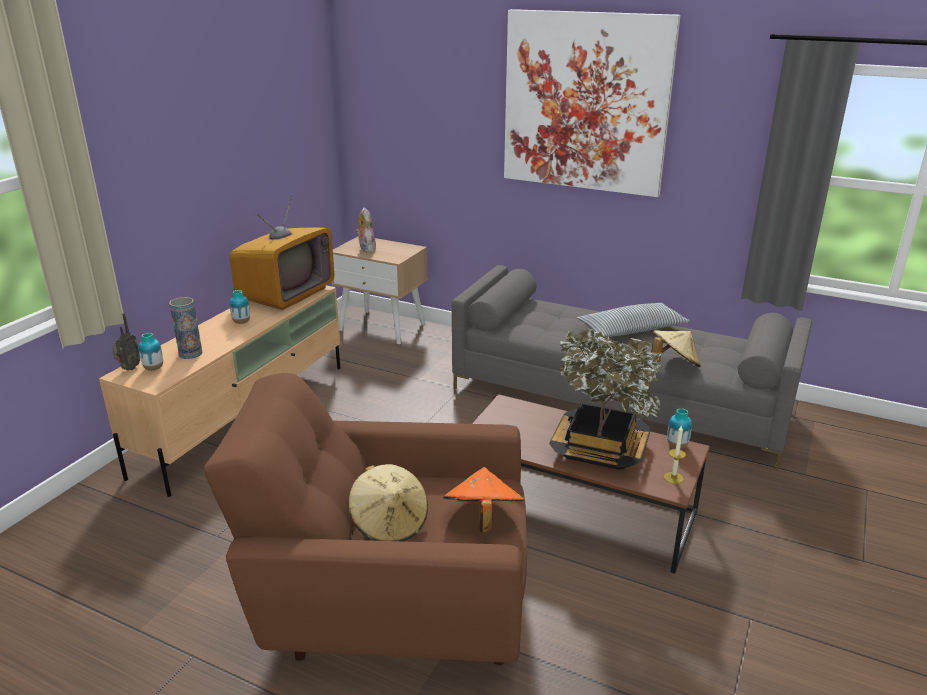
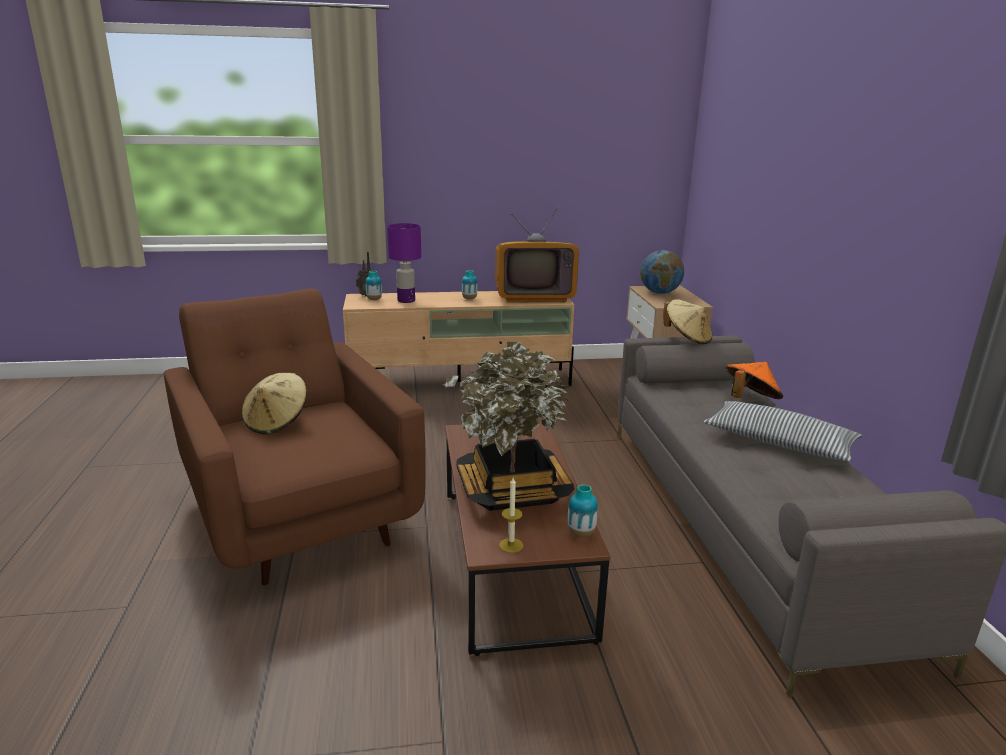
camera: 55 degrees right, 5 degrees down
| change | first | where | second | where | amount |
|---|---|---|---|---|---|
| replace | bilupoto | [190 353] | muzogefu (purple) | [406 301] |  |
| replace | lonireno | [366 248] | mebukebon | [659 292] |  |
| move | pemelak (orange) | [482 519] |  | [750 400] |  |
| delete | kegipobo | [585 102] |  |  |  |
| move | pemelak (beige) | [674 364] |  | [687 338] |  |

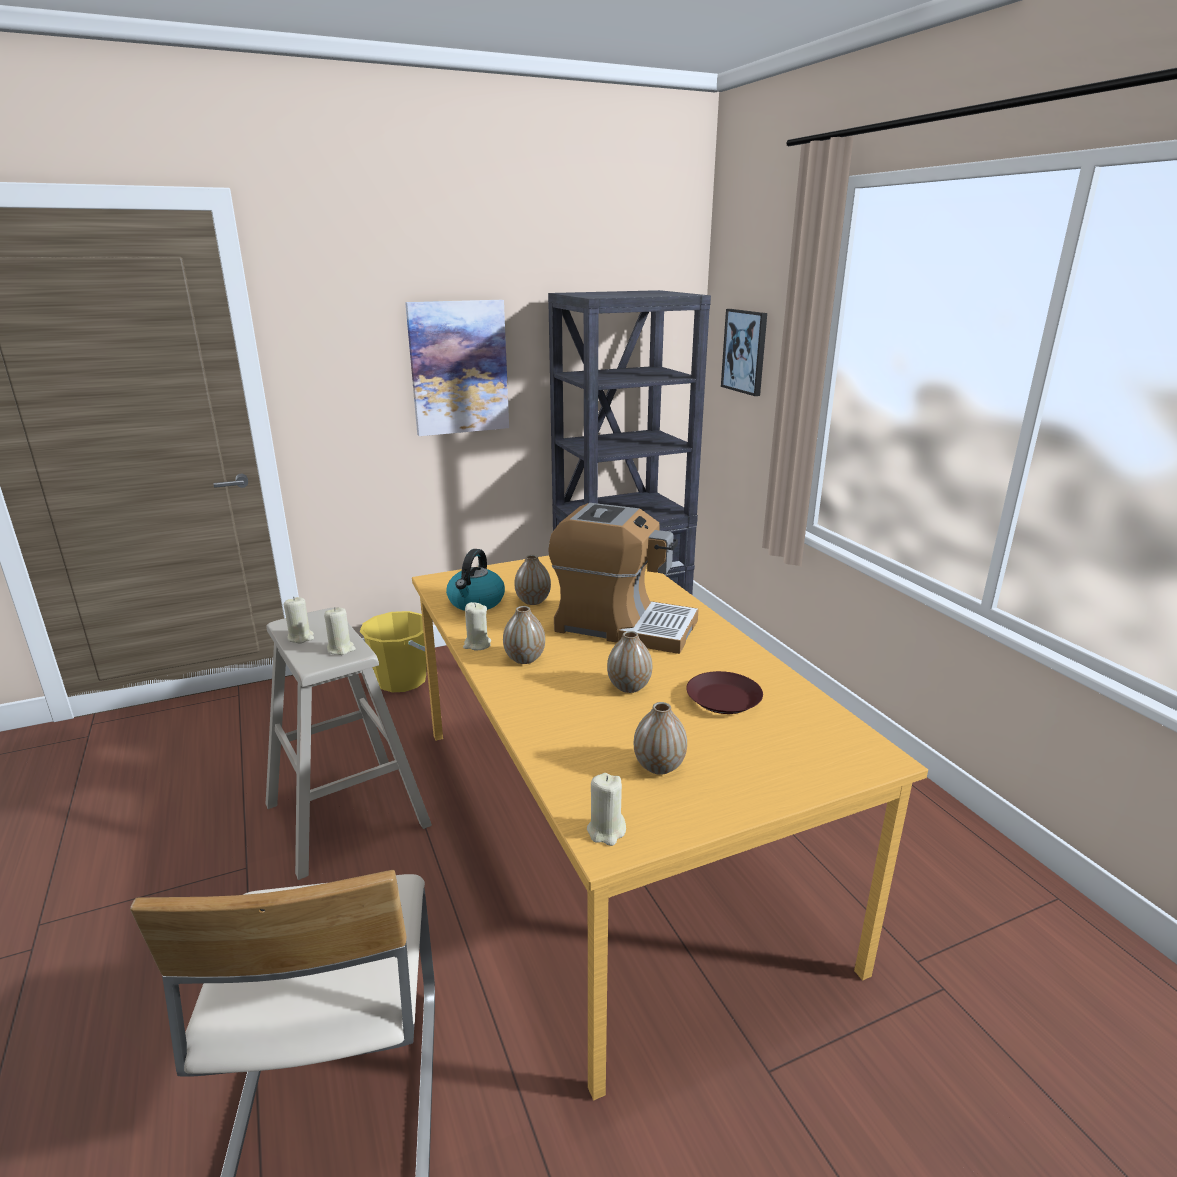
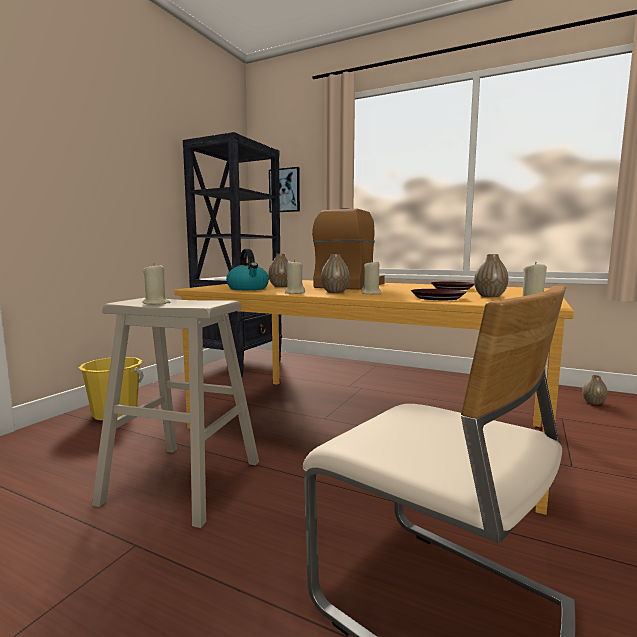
camera: 40 degrees left, 15 degrees down
| change | first | where | second | where | amount |
|---|---|---|---|---|---|
| move | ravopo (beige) | [341 649] |  | [371 293] |  |
| delete | kegipobo | [458 367] |  |  |  |
| rotate | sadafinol | [623 626] |  | [350 286] | 45 degrees counterclockwise |
| move | bilupoto | [629 687] |  | [593 403] |  |
| insert |  |  | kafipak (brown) | [438 298] |  |

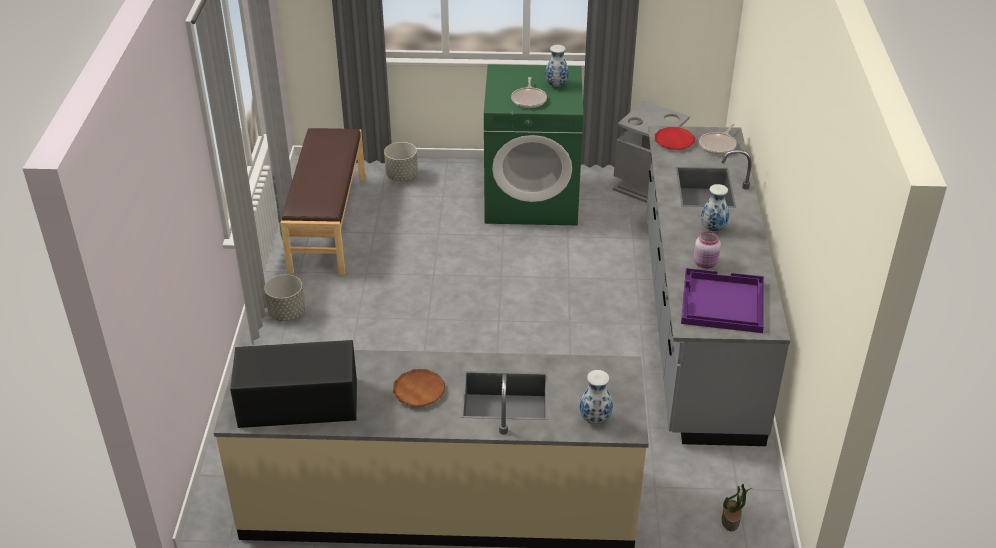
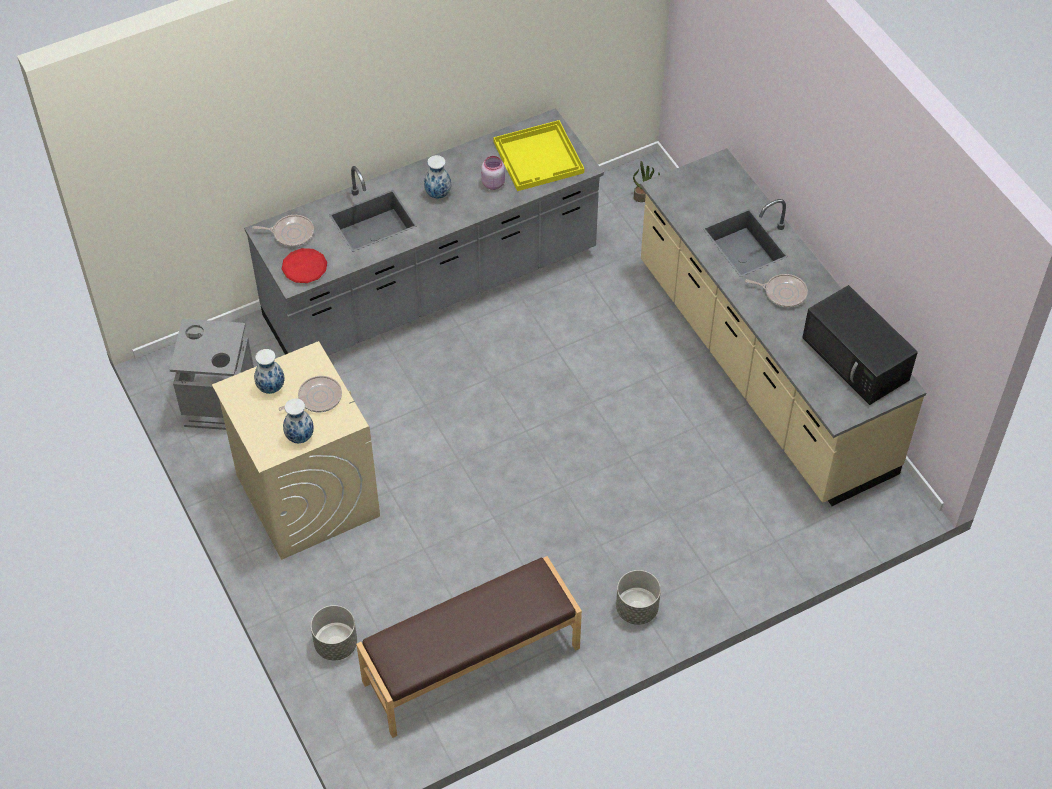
camera: 120 degrees left, 15 degrees up
| change | first | where | second | where | amount |
|---|---|---|---|---|---|
| replace | kafipak (brown) | [419 391] | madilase | [783 293] |  |
| recolor | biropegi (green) | [532 199] | biropegi (beige) | [306 495] |  |
| move | bilupoto | [595 419] |  | [300 436] |  |
| recolor | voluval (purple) | [721 303] | voluval (yellow) | [539 157] |  |

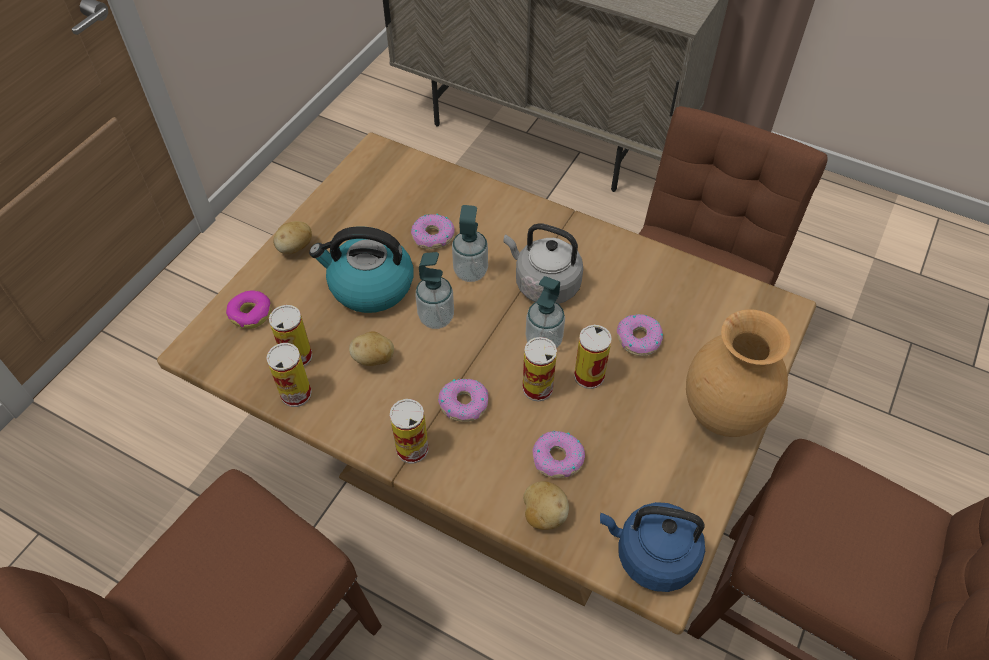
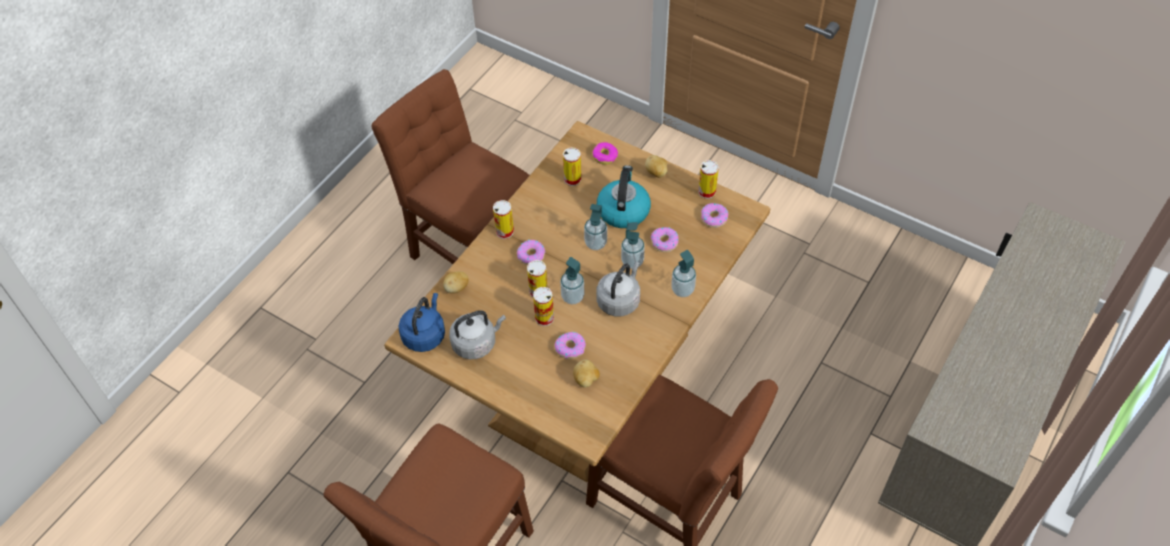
camera: 95 degrees right, 0 degrees up
| change | first | where | second | where | amount |
|---|---|---|---|---|---|
| move | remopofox | [296 394] |  | [707 192] |  |
| move | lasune | [374 359] |  | [586 380] |  |
| move | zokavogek | [557 459] |  | [714 218] |  |
| delete | bilupoto (brown) | [721 417] |  |  |  |
| insert |  |  | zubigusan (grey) | [476 343] |  |
| insert |  |  | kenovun | [682 290] |  |

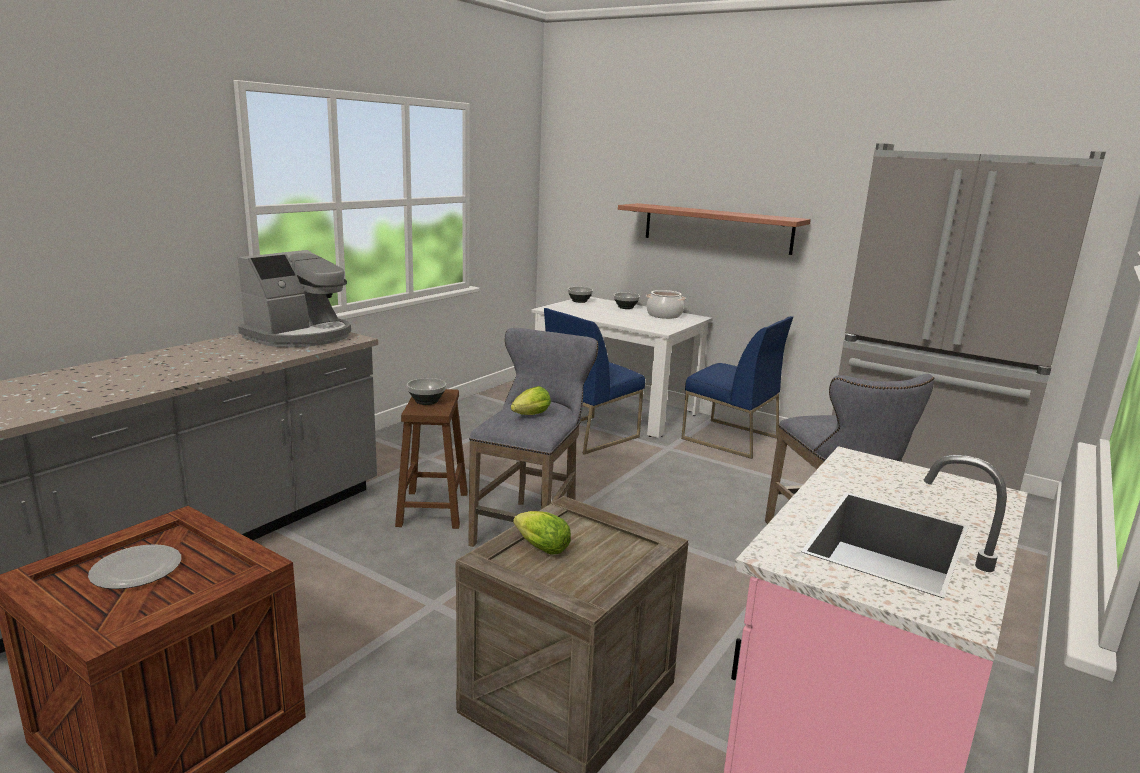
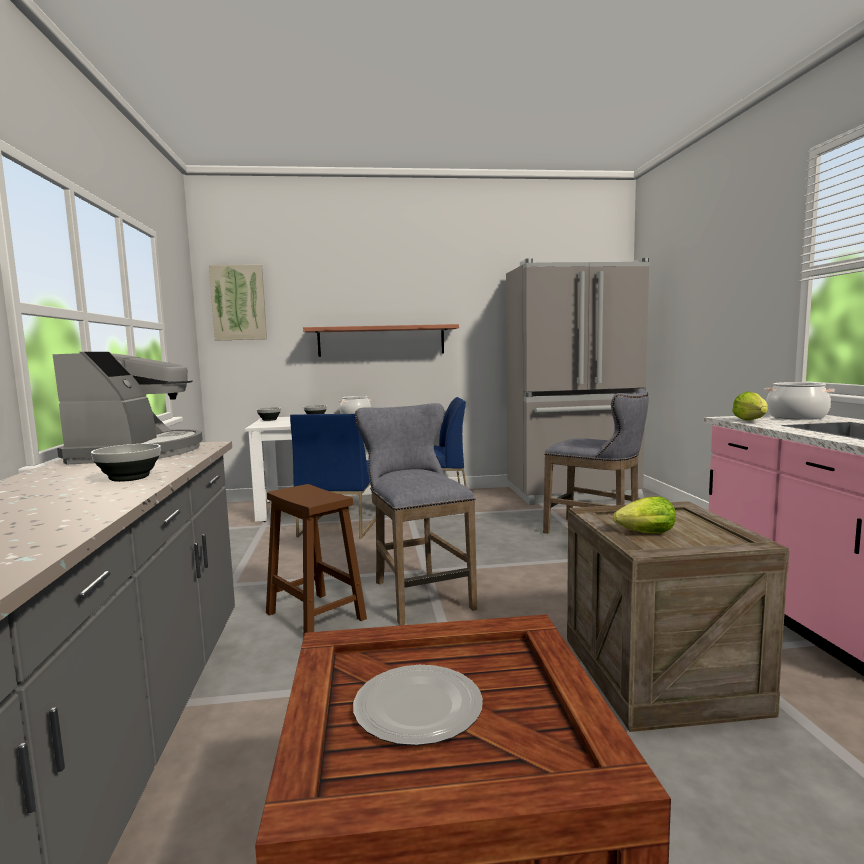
camera: 40 degrees left, 10 degrees down
| change | first | where | second | where | amount |
|---|---|---|---|---|---|
| move | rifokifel | [426 401] |  | [128 478] |  |
| move | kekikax | [529 416] |  | [752 421] |  |
| insert |  |  | kegipobo | [238 303] |  |
| insert |  |  | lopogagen | [796 417] |  |

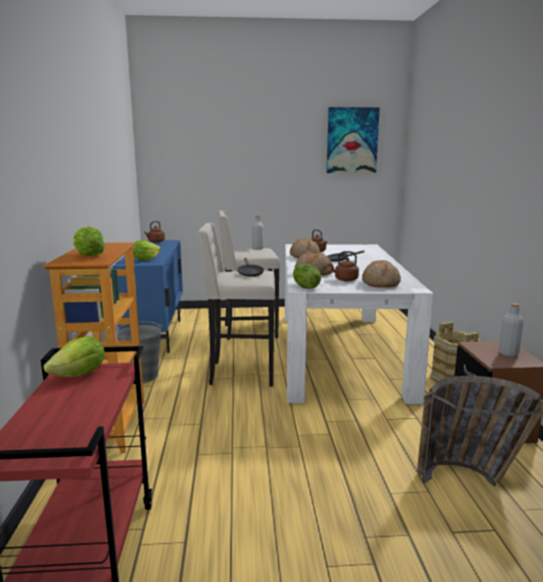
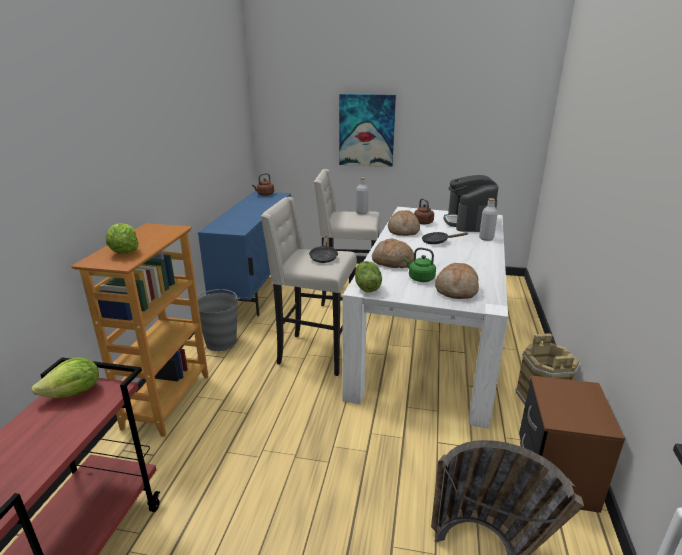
camera: 15 degrees right, 10 degrees up
| change | first | where | second | where | amount |
|---|---|---|---|---|---|
| delete | kekikax | [145 259] |  |  |  |
| move | kegipobo | [352 140] |  | [366 130] |  |
| recolor | zubigusan (brown) | [344 280] | zubigusan (green) | [420 278] |  |
| move | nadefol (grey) | [508 353] |  | [486 238] |  |
| insert |  |  | sadafinol | [469 222] |  |

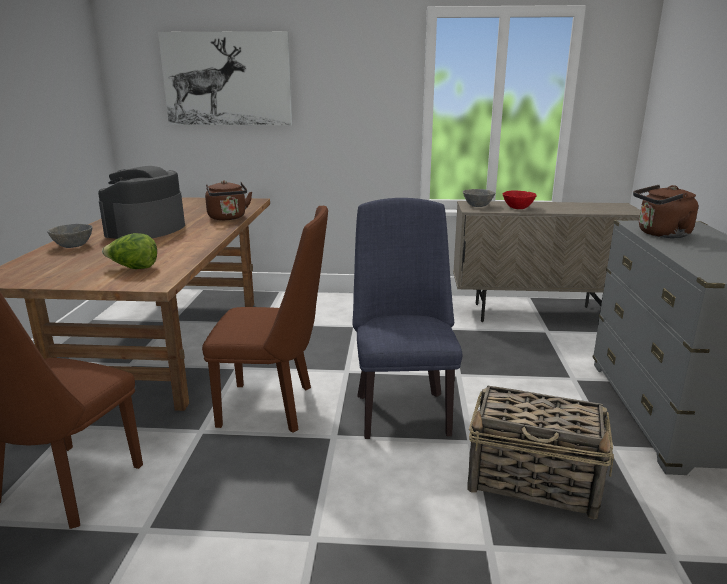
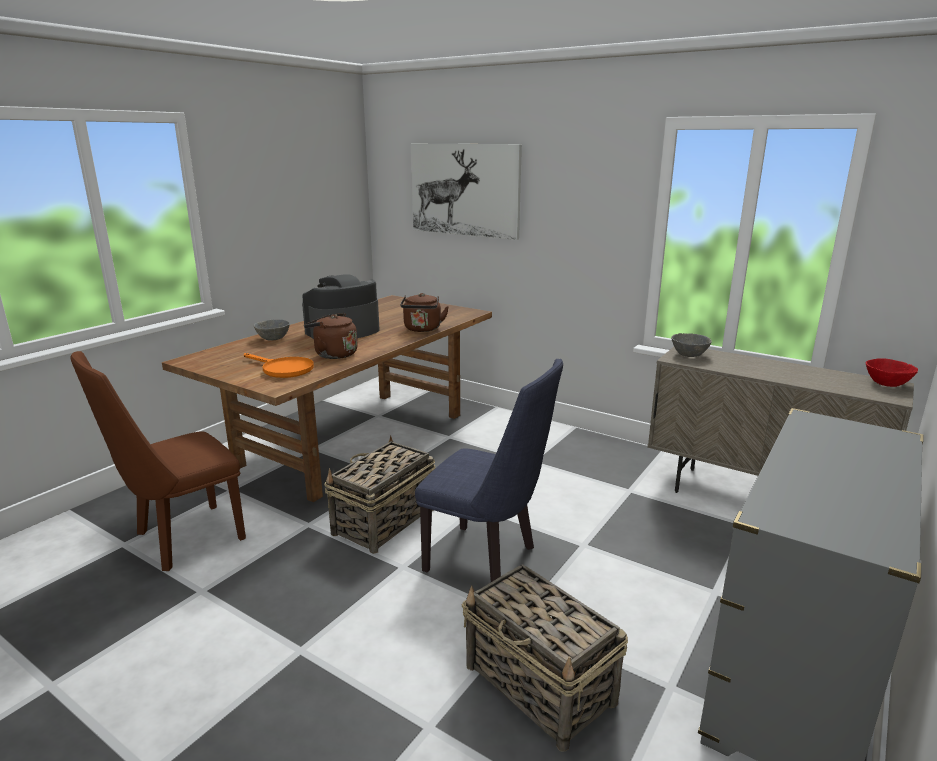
camera: 30 degrees right, 0 degrees up
| change | first | where | second | where | amount |
|---|---|---|---|---|---|
| replace | kekikax | [133 268] | madilase (orange) | [283 369] |  |
| replace | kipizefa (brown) | [275 406] | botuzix | [383 522] |  |
| rotate | kipizefa (blue) | [401 409] |  | [489 561] | 90 degrees clockwise |
| move | rifokifel (red) | [518 208] |  | [886 384] |  |
| move | zubigusan (brown) | [660 234] |  | [333 354] |  |

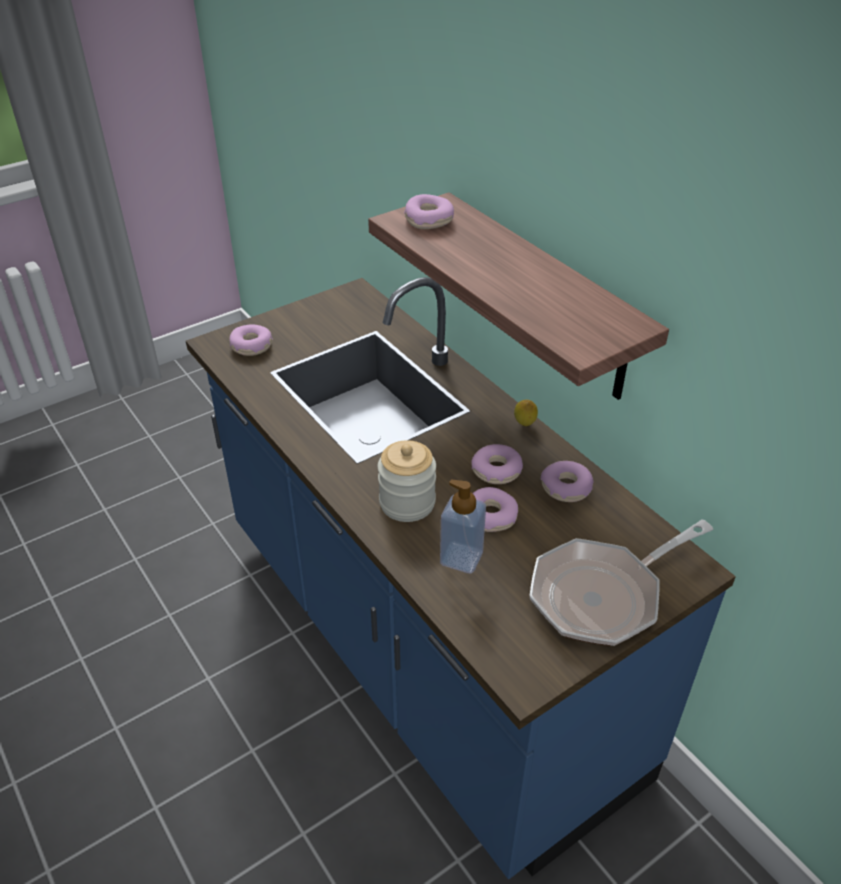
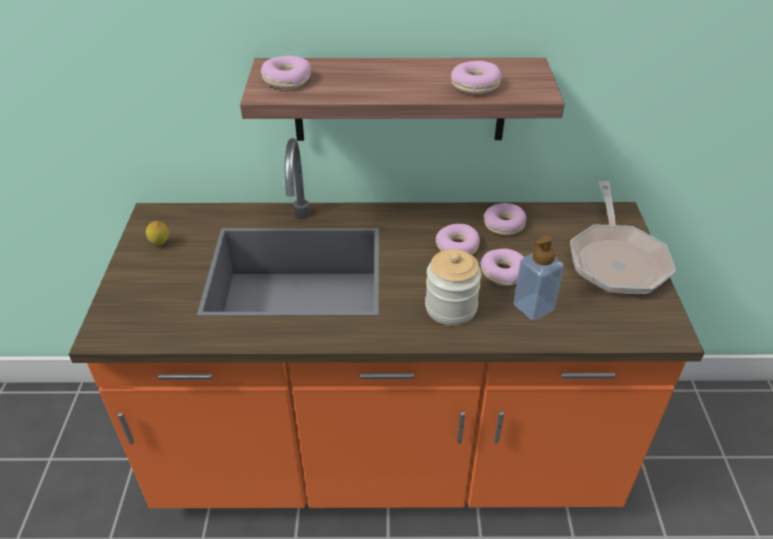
camera: 55 degrees left, 0 degrees up
| change | first | where | second | where | amount |
|---|---|---|---|---|---|
| recolor | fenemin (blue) | [420 649] | fenemin (orange) | [386 456] |  |
| move | zokavogek | [252 346] |  | [475 86] |  |
| move | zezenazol | [524 425] |  | [160 245] |  |

